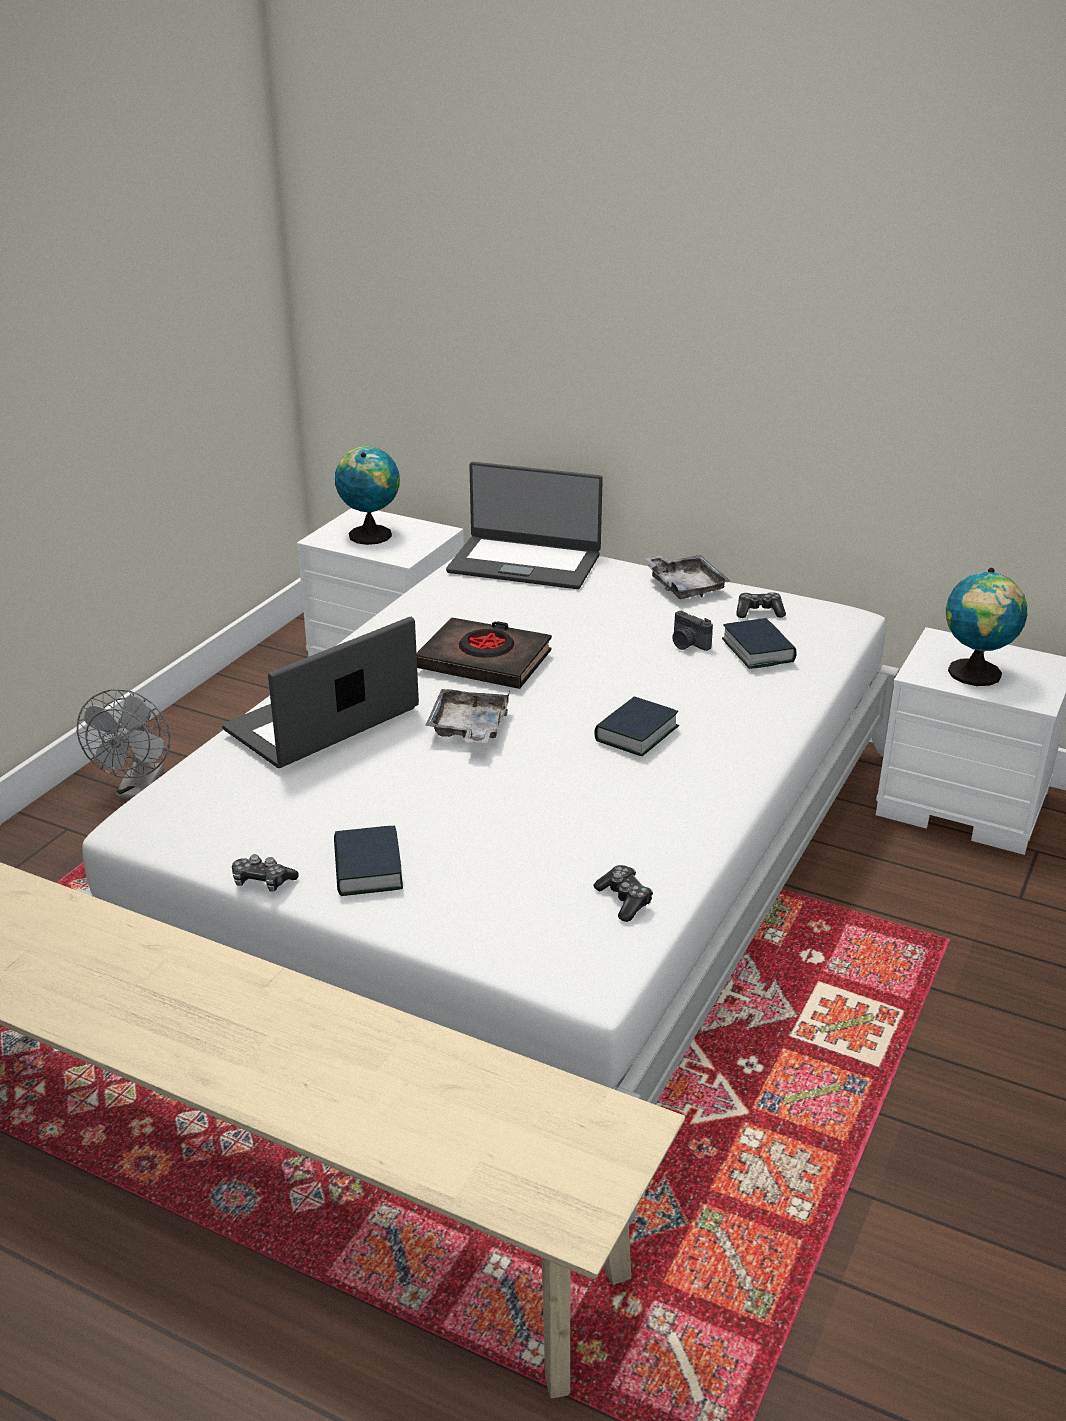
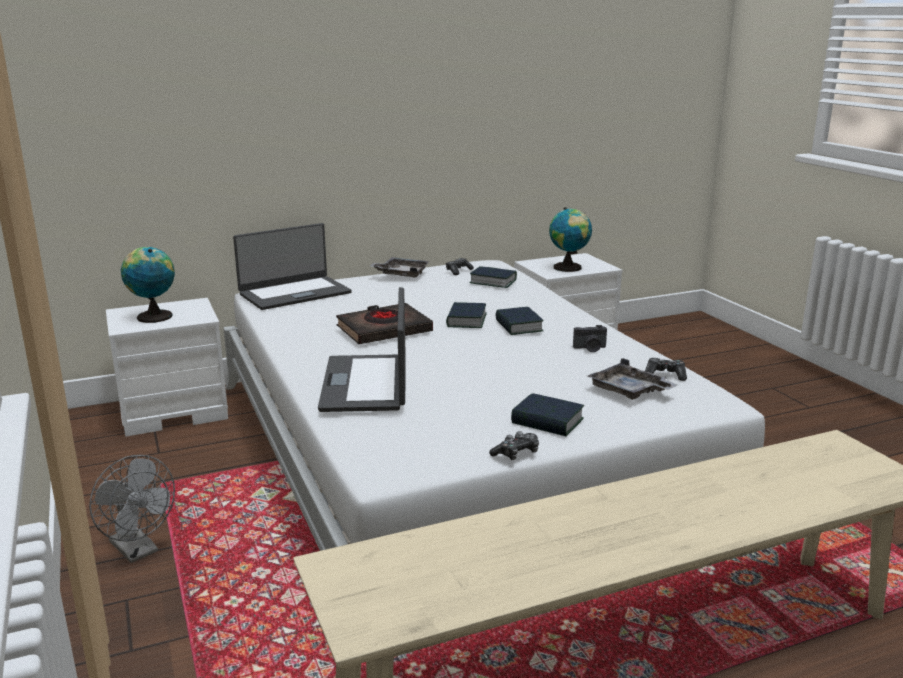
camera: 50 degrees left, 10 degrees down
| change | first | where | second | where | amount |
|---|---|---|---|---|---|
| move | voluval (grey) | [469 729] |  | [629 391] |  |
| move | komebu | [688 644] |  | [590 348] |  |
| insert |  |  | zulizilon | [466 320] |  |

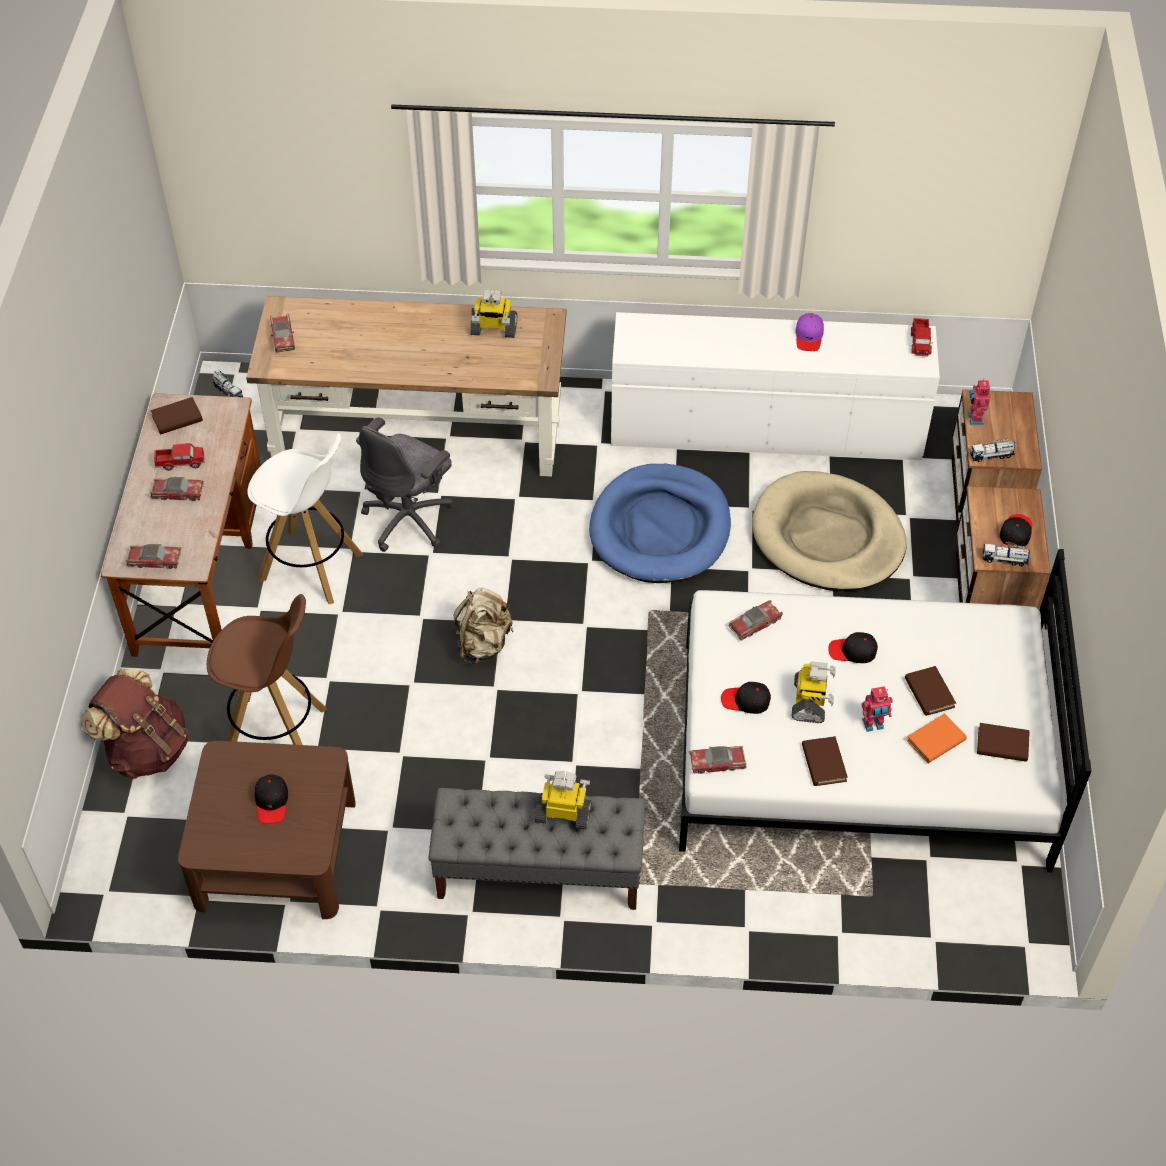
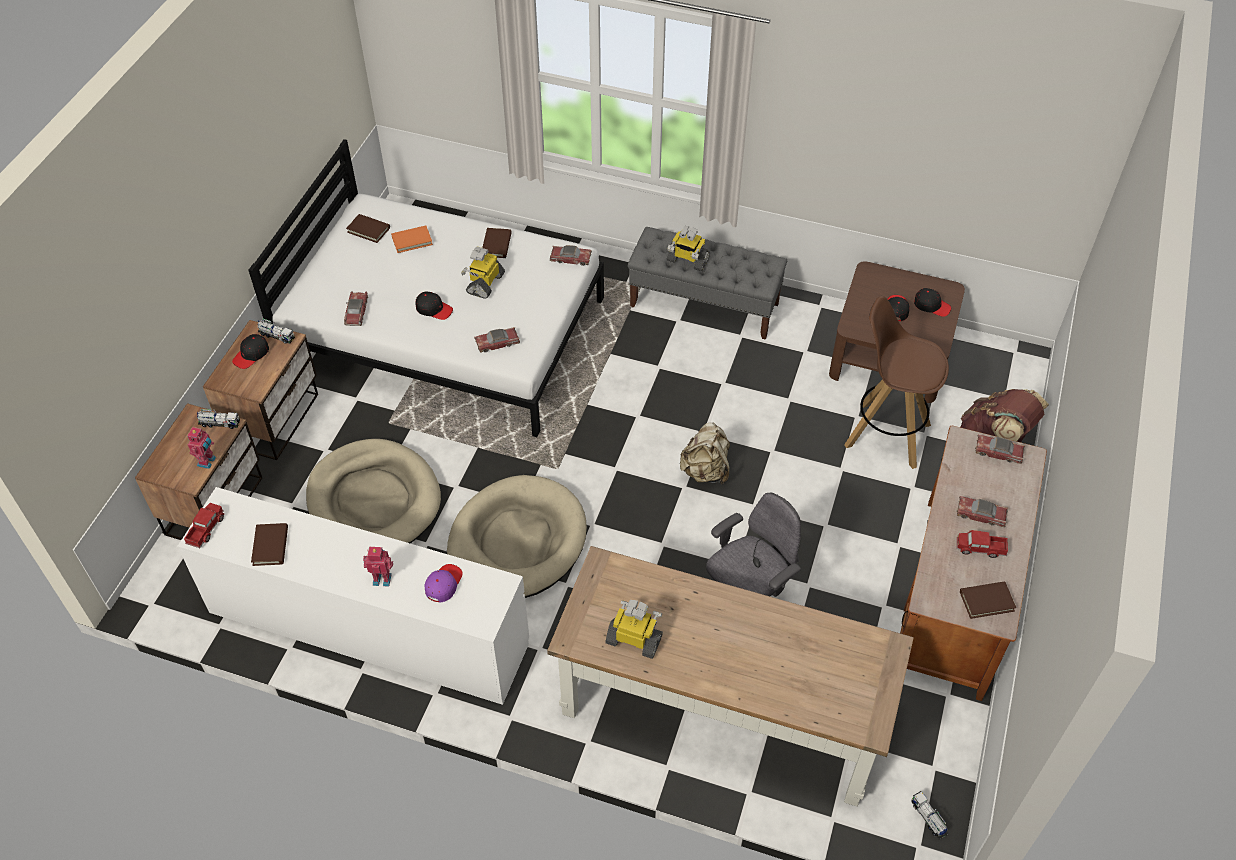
camera: 165 degrees left, 0 degrees up
| change | first | where | second | where | amount |
|---|---|---|---|---|---|
| delete | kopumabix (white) | [312 567] |  |  |  |
| move | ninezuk | [283 337] |  | [356 312] |  |
| recolor | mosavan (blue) | [660 528] | mosavan (beige) | [517 542] |  |
| move | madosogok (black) | [746 701] |  | [931 305] |  |
| move | madosogok (purple) | [809 336] |  | [443 584] |  |
| move | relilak | [873 725] |  | [382 578] |  |
| move | zulizilon (brown) | [929 693] |  | [270 546] |  |

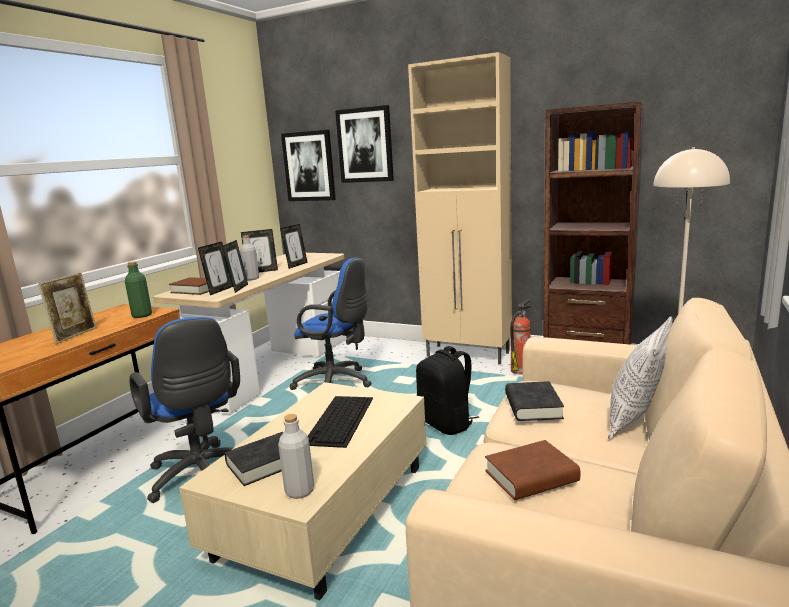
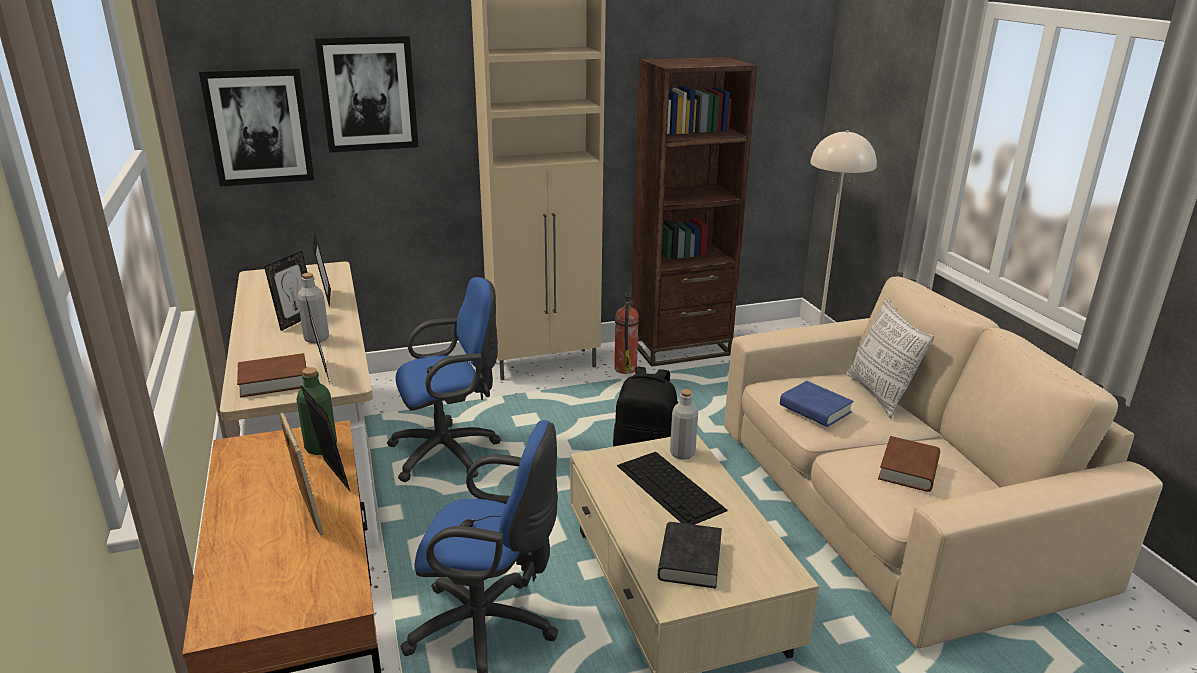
camera: 45 degrees left, 10 degrees up
| change | first | where | second | where | amount |
|---|---|---|---|---|---|
| move | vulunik | [239 288] |  | [331 477] |  |
| move | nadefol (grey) | [299 491] |  | [682 453] |  |
| recolor | zulizilon (black) | [533 406] | zulizilon (blue) | [815 409] |  |

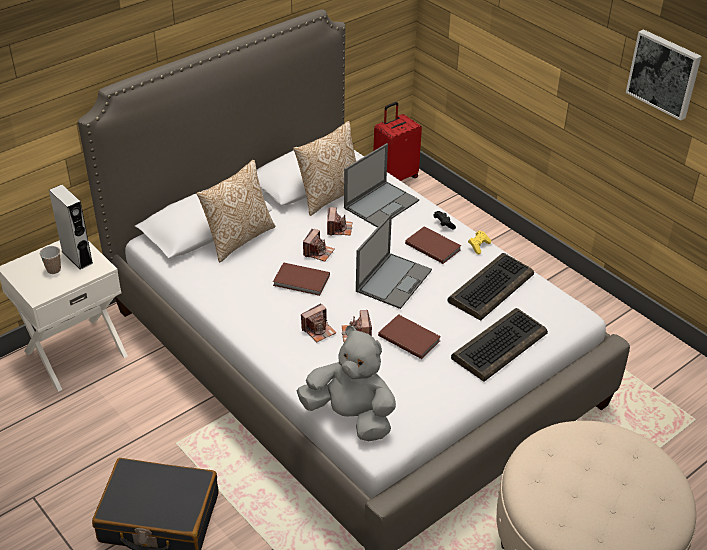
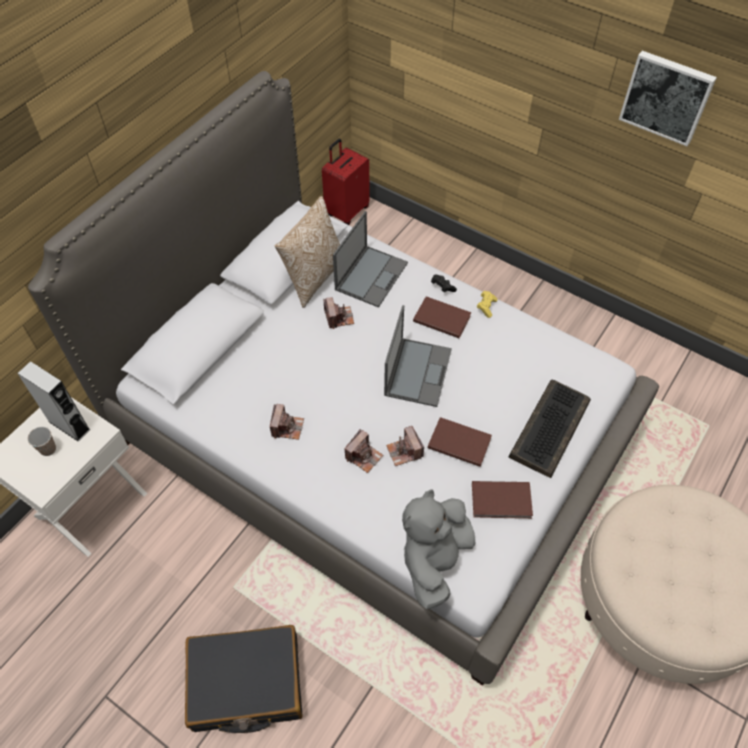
camera: 15 degrees left, 15 degrees up
| change | first | where | second | where | amount |
|---|---|---|---|---|---|
| delete | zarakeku | [238 239] |  |  |  |
| move | zulizilon (brown) | [301 281] |  | [502 502] |  |
| rotate | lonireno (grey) | [350 416] |  | [434 560] | 75 degrees counterclockwise |
| move | komebu | [318 252] |  | [287 427] |  |
| delete | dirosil | [491 287] |  |  |  |

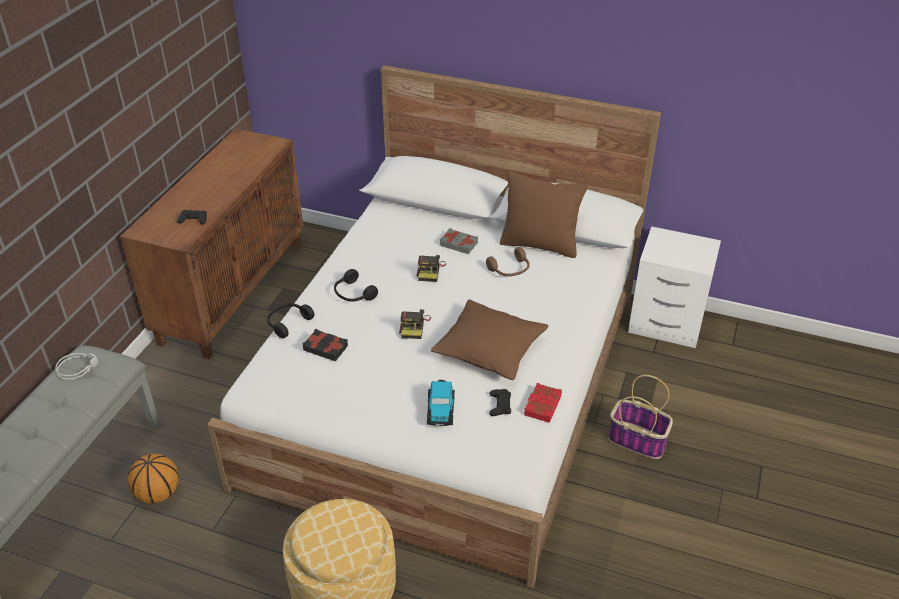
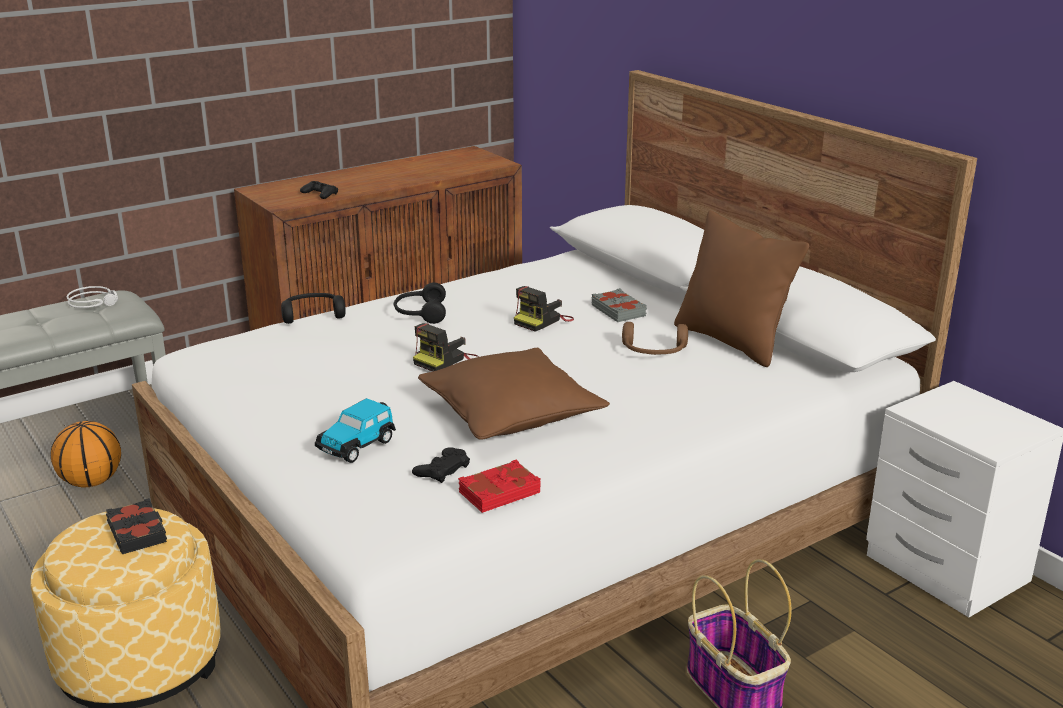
camera: 35 degrees right, 15 degrees down
| change | first | where | second | where | amount |
|---|---|---|---|---|---|
| move | zulizilon (black) | [326 348] |  | [138 532] |  |

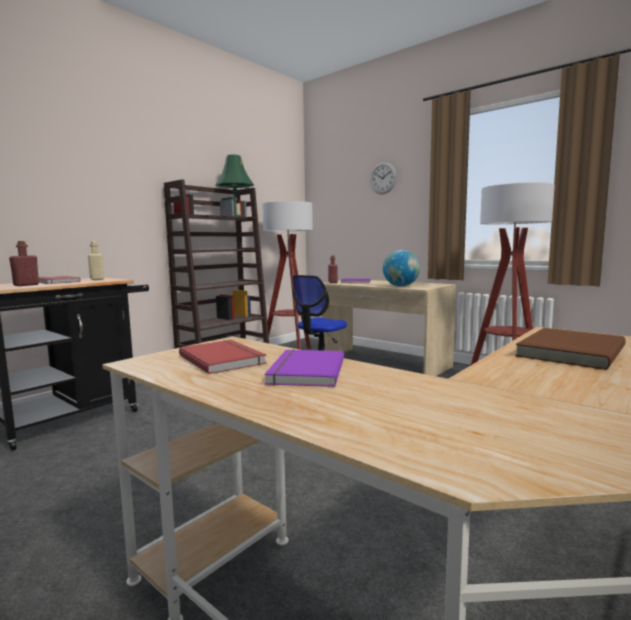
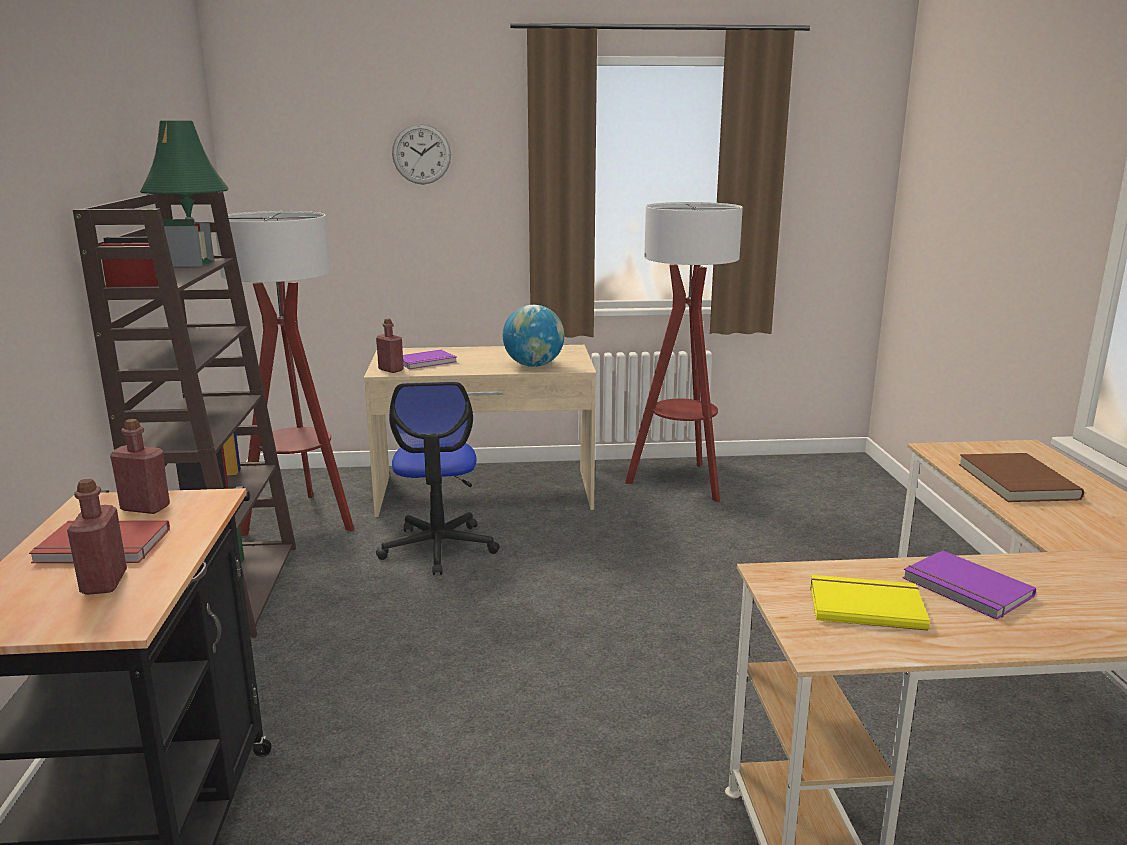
camera: 45 degrees left, 10 degrees up
| change | first | where | second | where | amount |
|---|---|---|---|---|---|
| recolor | nadefol (beige) | [97 279] | nadefol (red) | [145 508] |  |
| recolor | zulizilon (red) | [224 359] | zulizilon (yellow) | [865 605] |  |

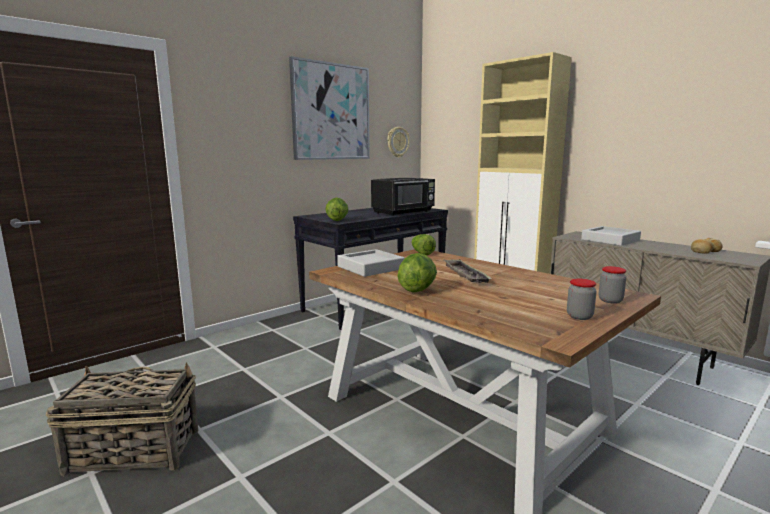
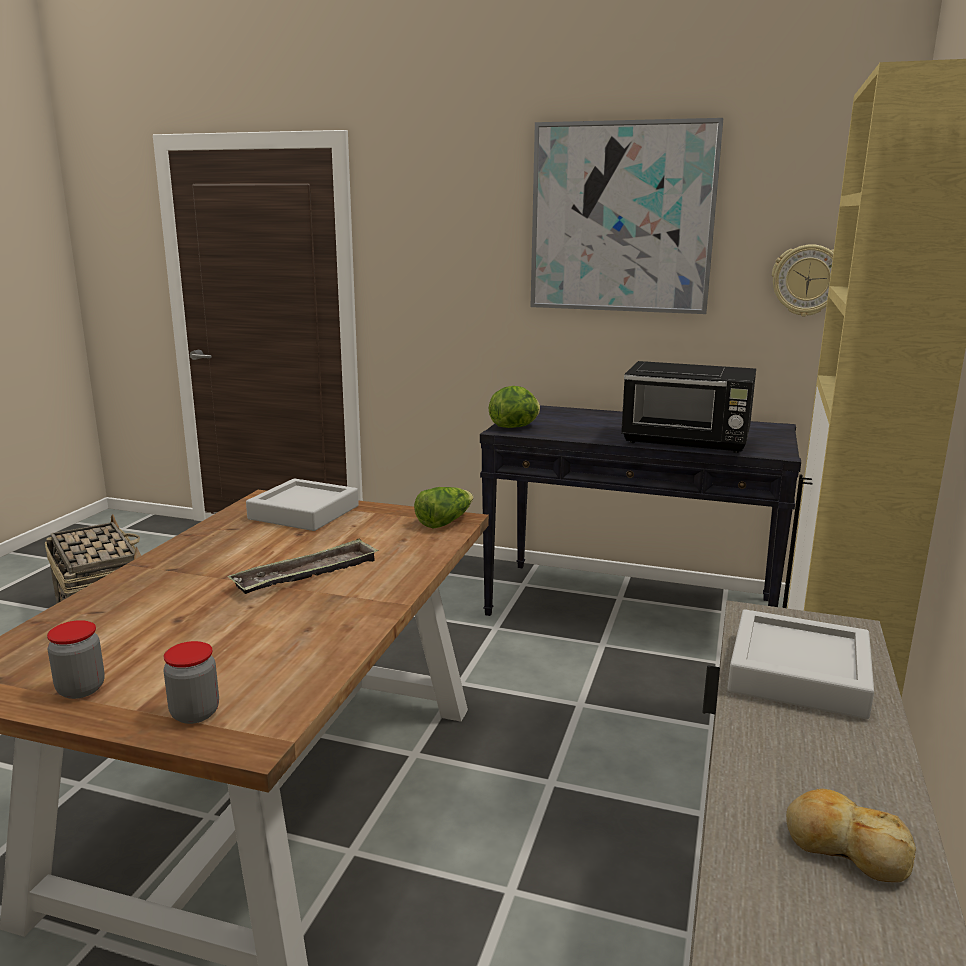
camera: 60 degrees right, 5 degrees up
| change | first | where | second | where | amount |
|---|---|---|---|---|---|
| delete | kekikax | [417 290] |  |  |  |

